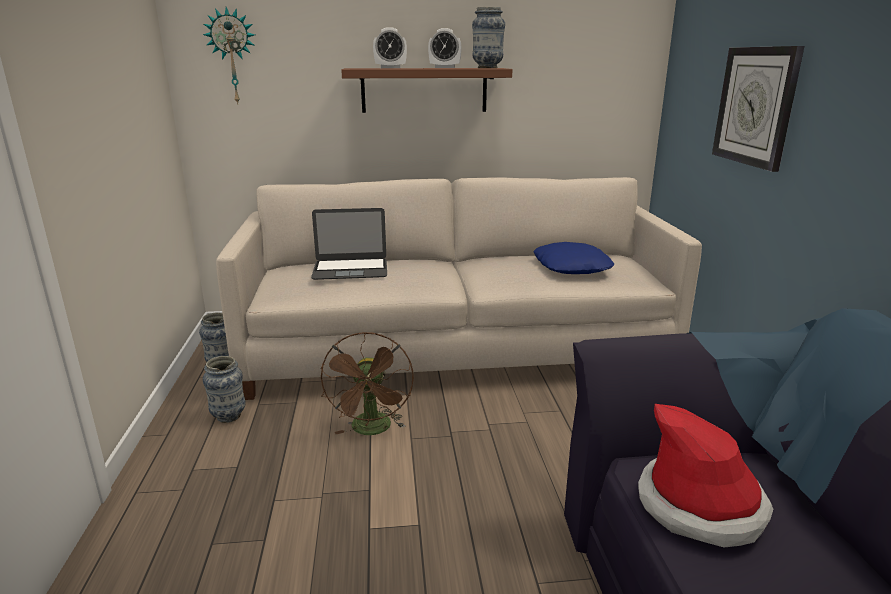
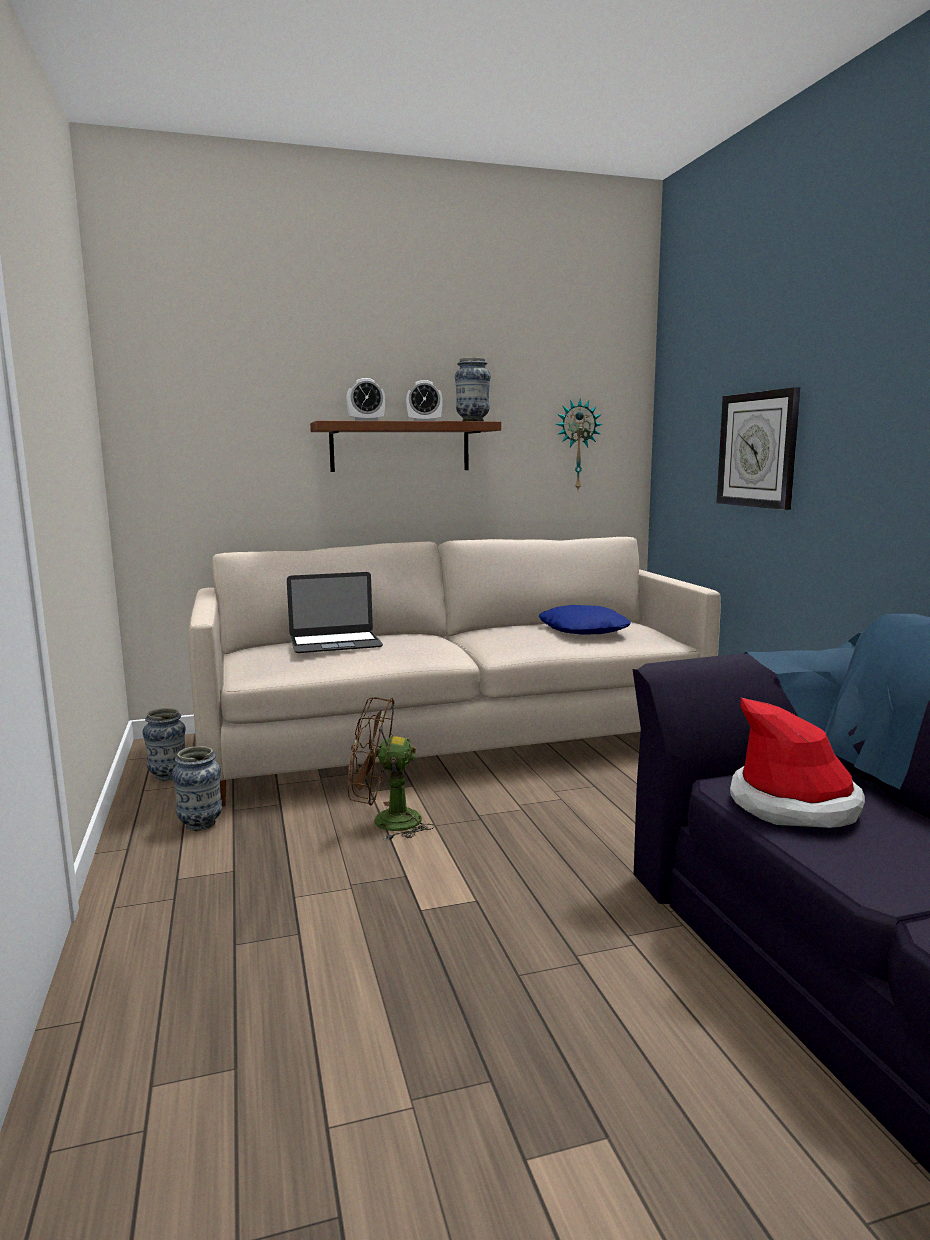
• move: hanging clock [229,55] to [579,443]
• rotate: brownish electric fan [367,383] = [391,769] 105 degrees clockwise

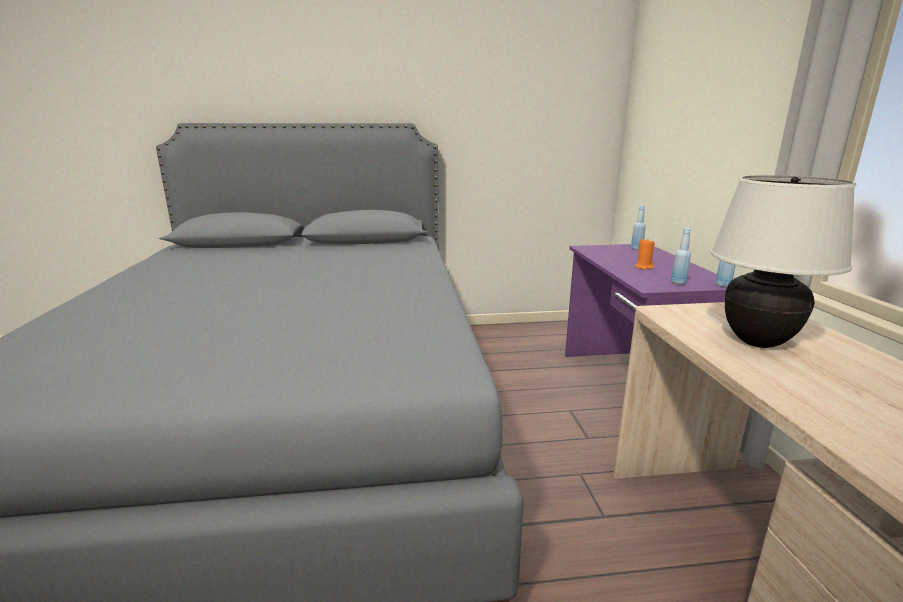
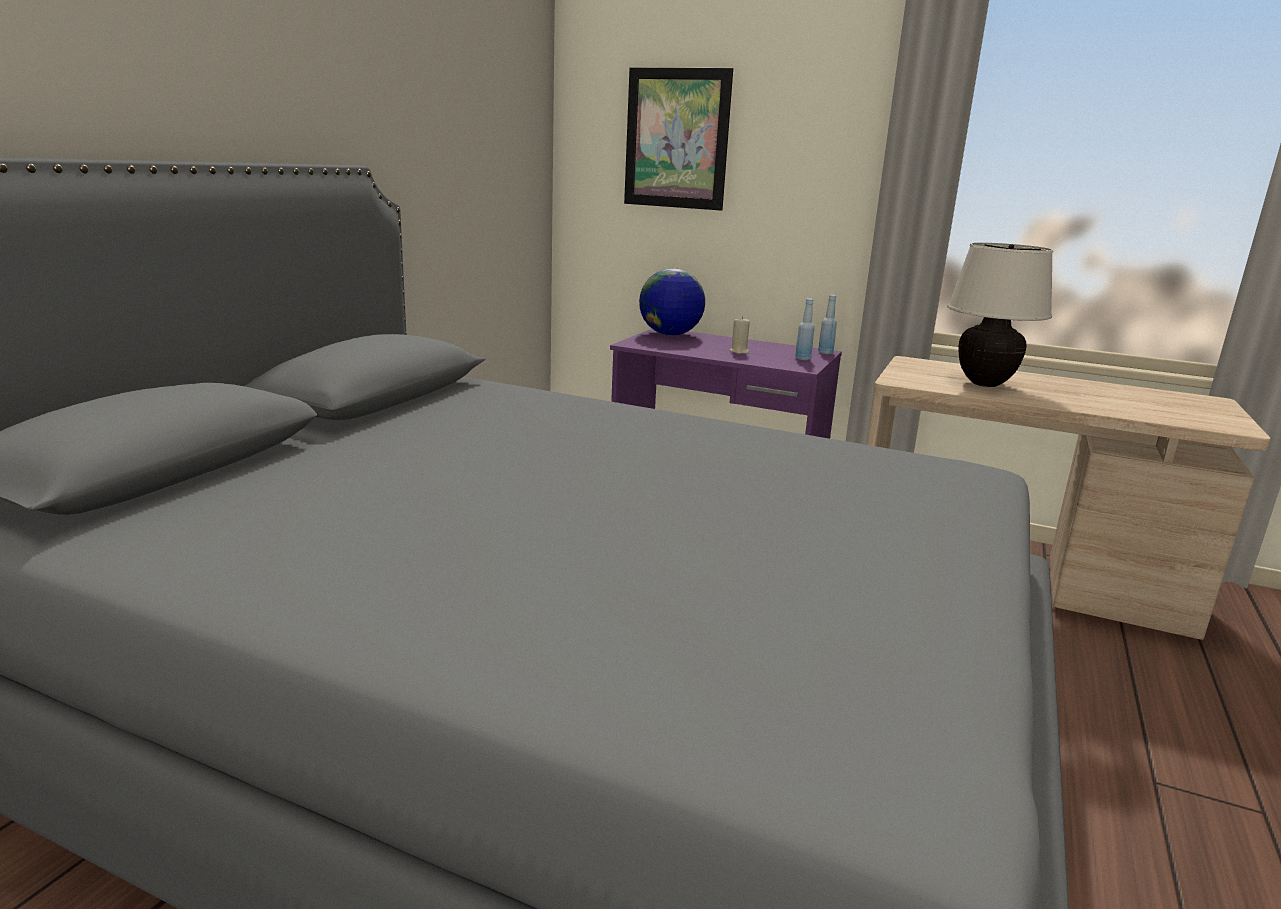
• replace: blue-coloured bottle [638,227] to desk globe [672,302]
• recolor: orangey wax candle [645,254] to beige wax candle [740,335]
• insert: wall art [678,139]

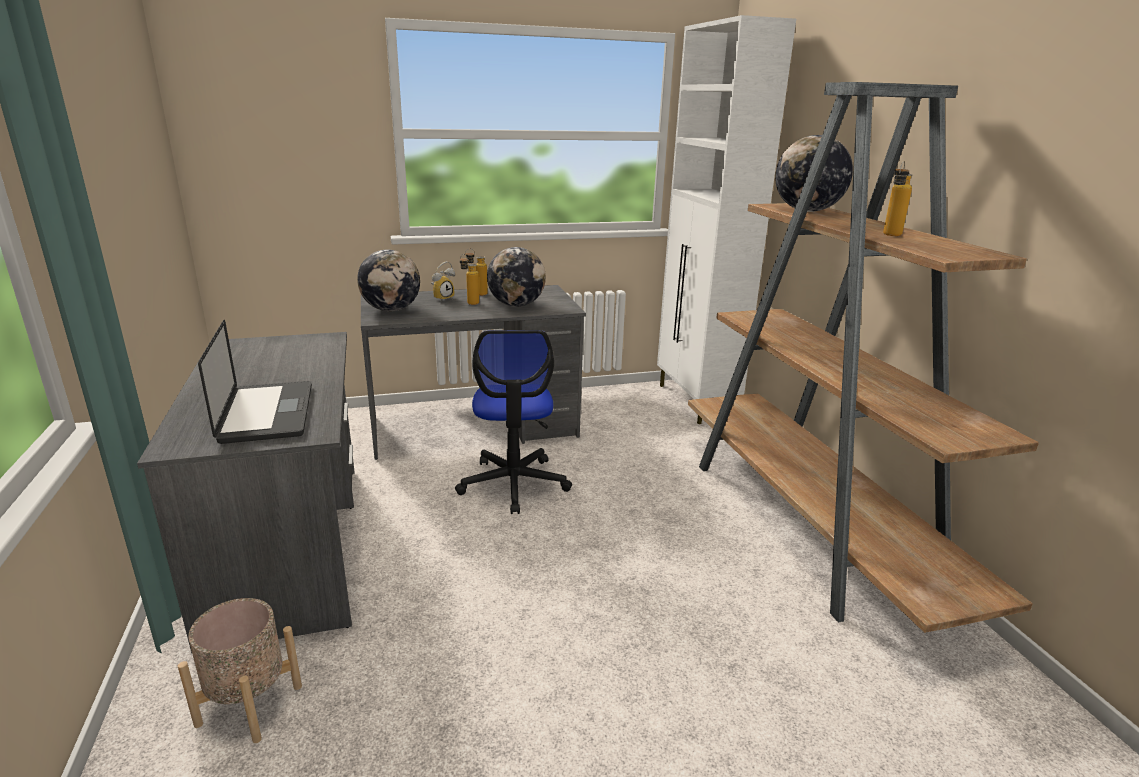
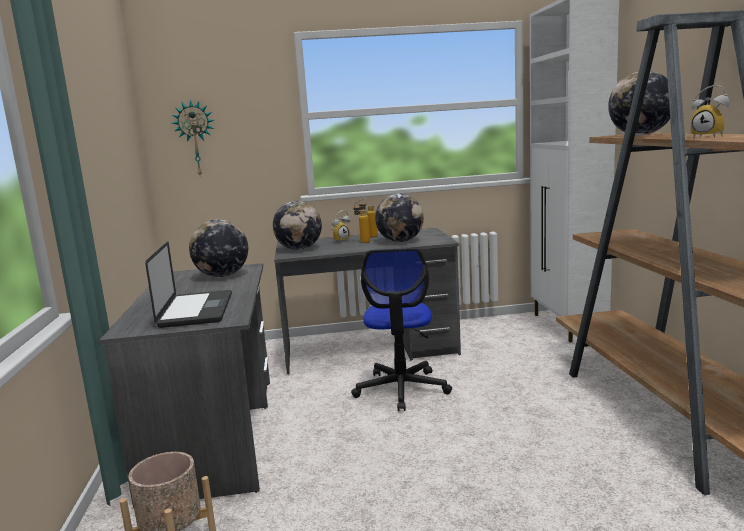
• replace: bottle [897,198] to alarm clock [710,111]
• insert: hanging clock [193,137]
• insert: desk globe [218,248]

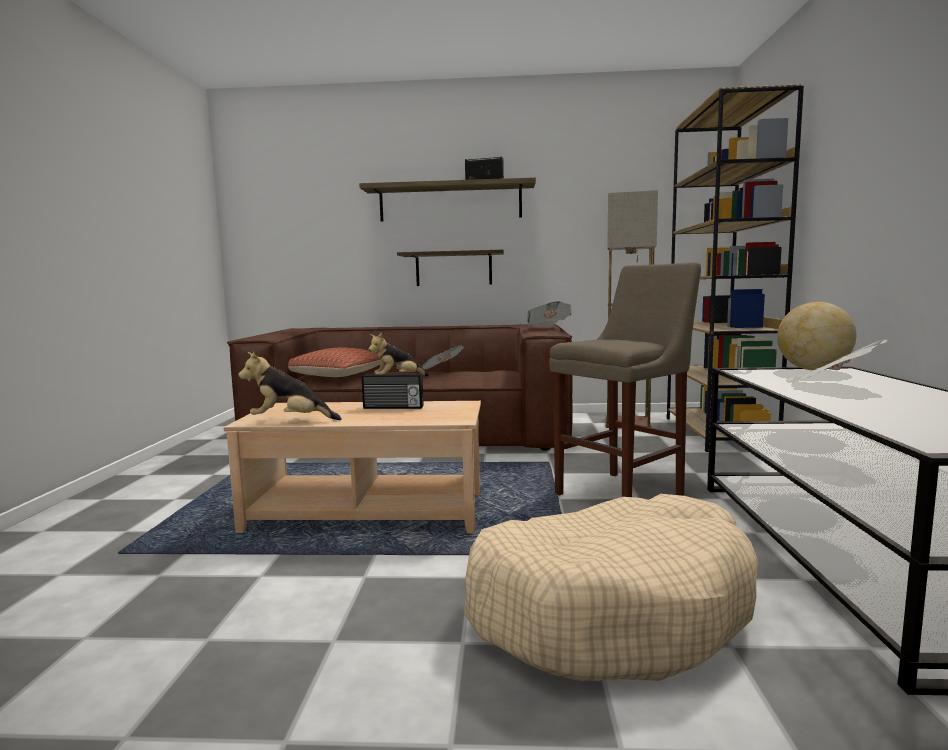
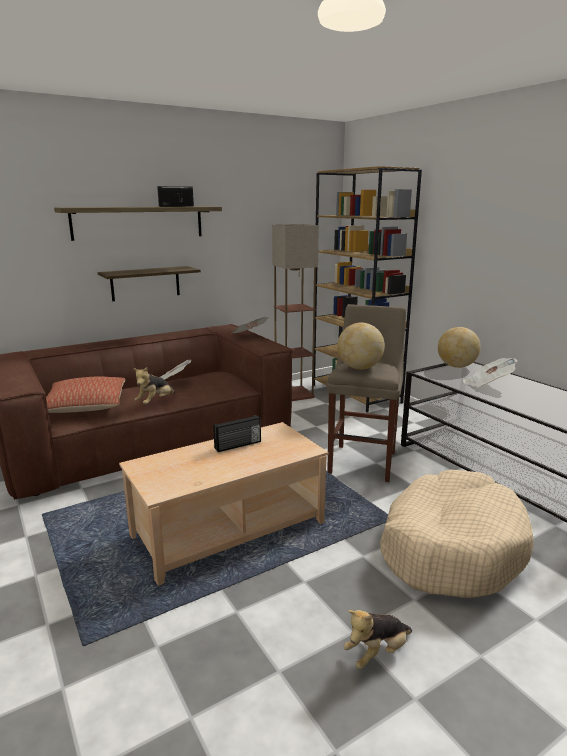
• move: plush toy [289,386] to [377,639]
• insert: desk globe [361,346]

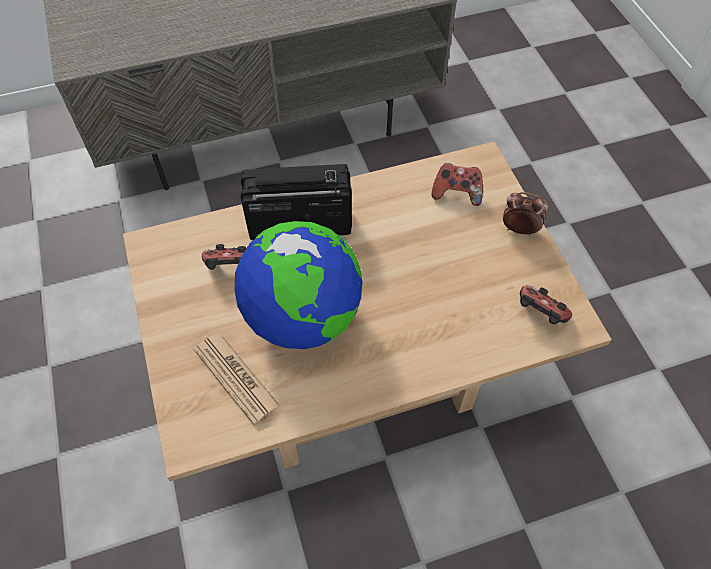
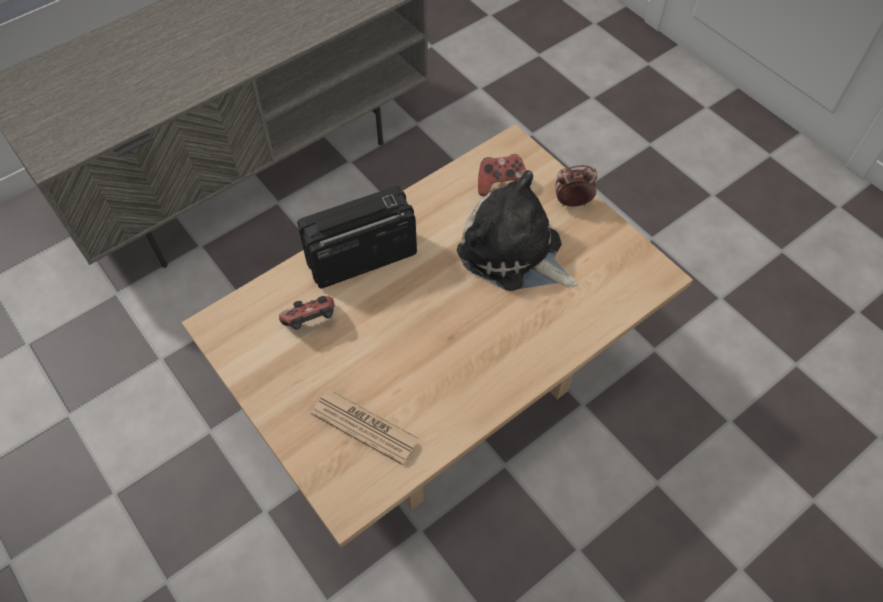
• delete: desk globe [299,285]
• delete: gamepad [546,304]
• insert: plush toy [517,230]

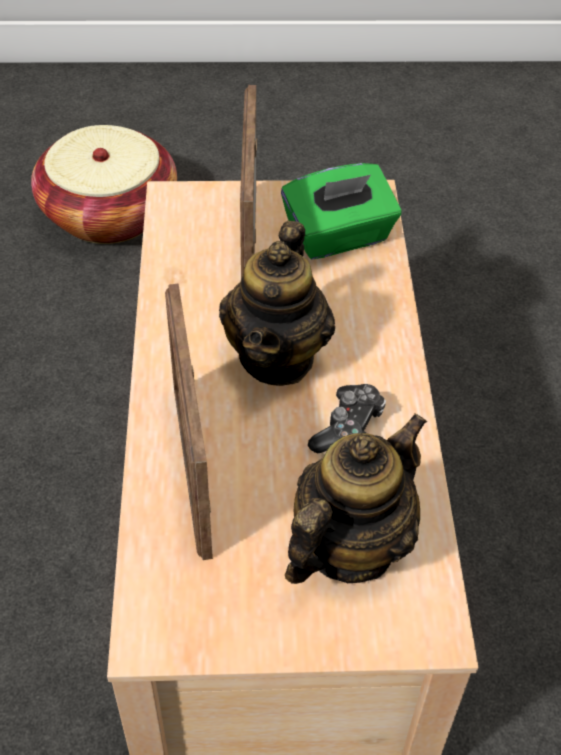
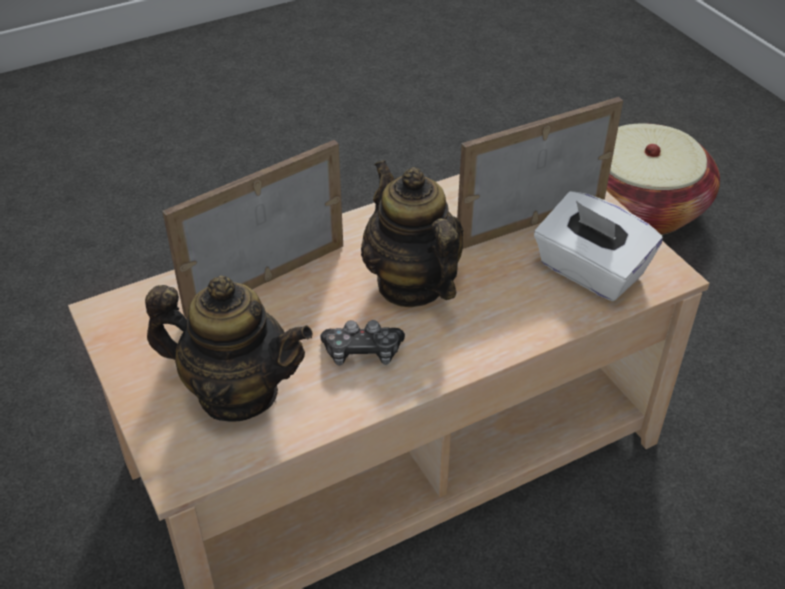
• recolor: greenish tissue box [341,211] to white-coloured tissue box [598,246]
• rotate: pot for tea [277,303] = [412,233] 75 degrees clockwise

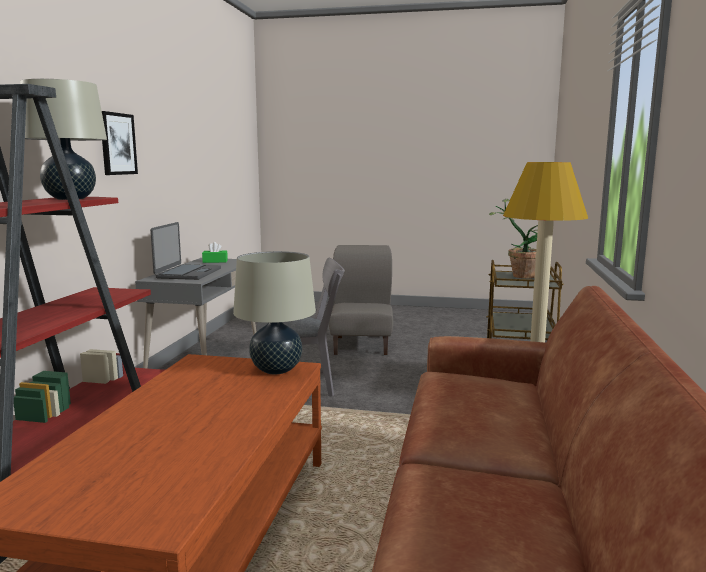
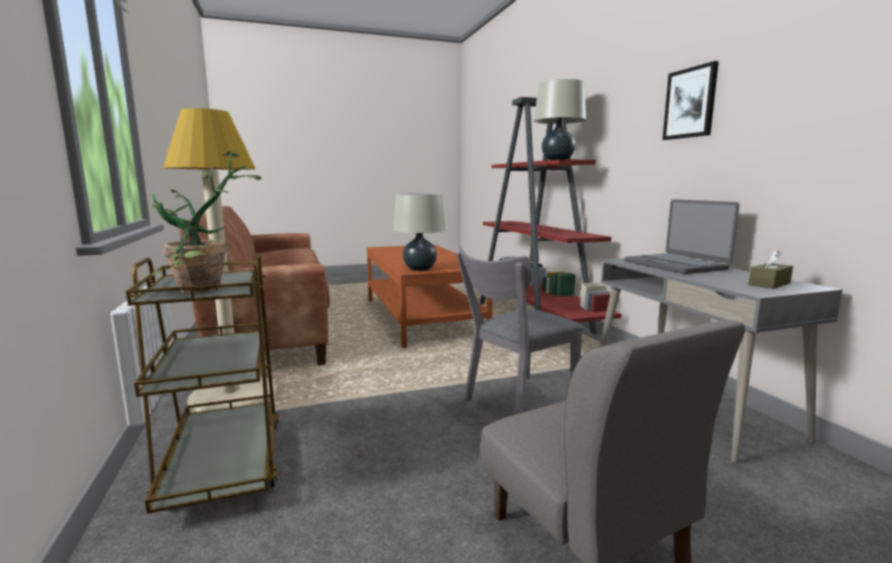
• recolor: greenish tissue box [215,252] to brownish tissue box [771,269]

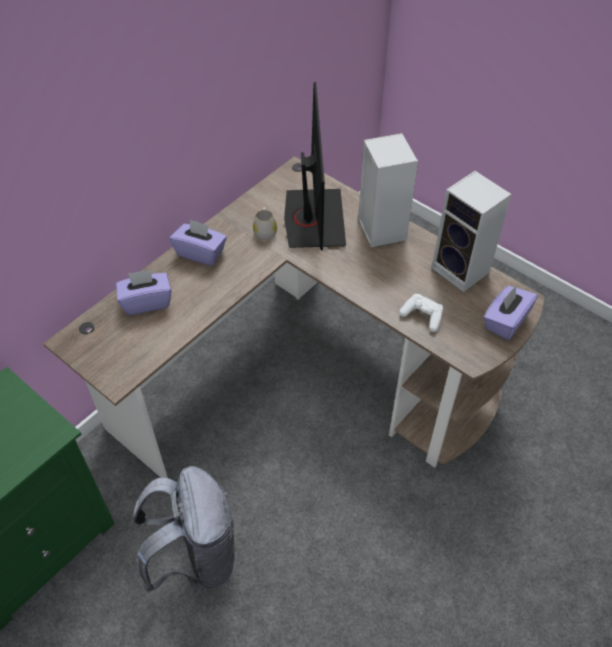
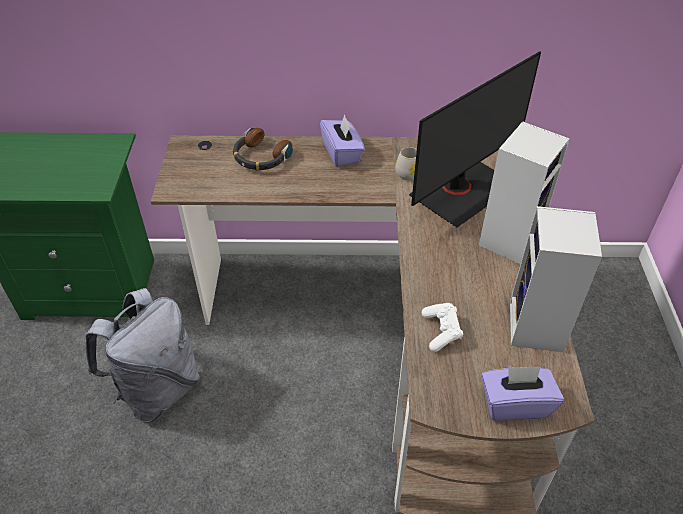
• replace: purplish tissue box [144,292] to pair of headphones [263,149]

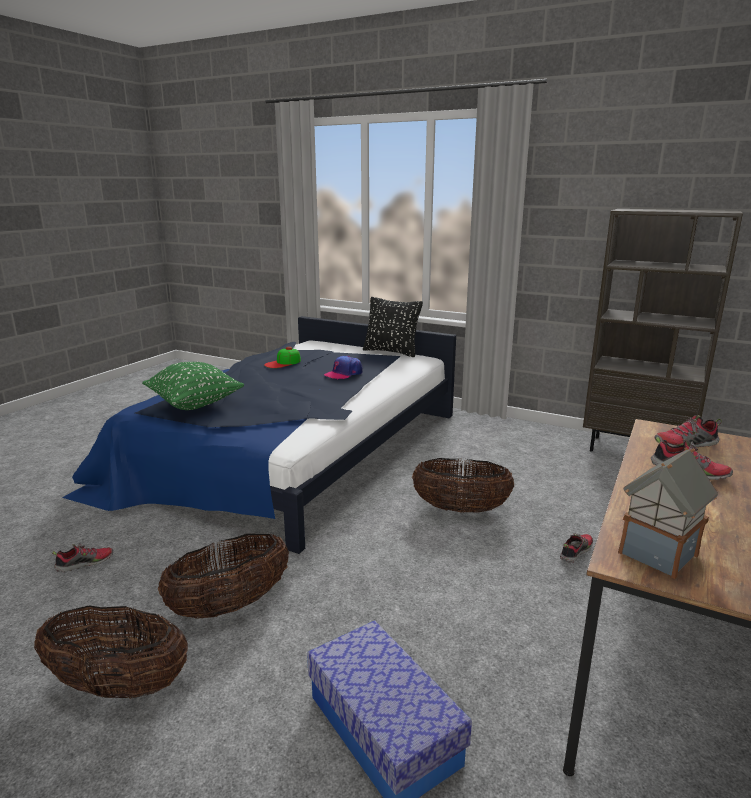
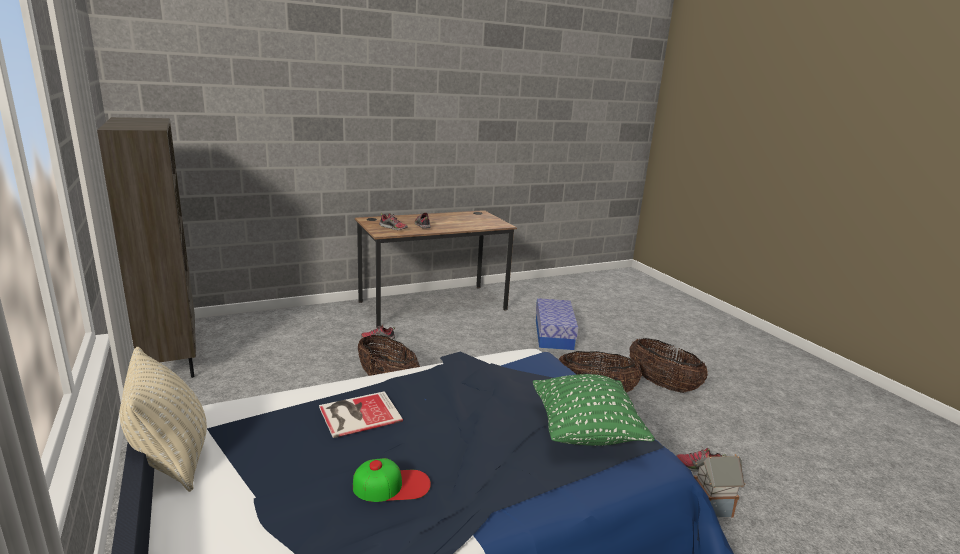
• recolor: black-coloured cushion [393,327] to beige cushion [163,419]
• replace: cap [343,368] to bound book [361,414]
• move: toy house [668,513] to [719,486]

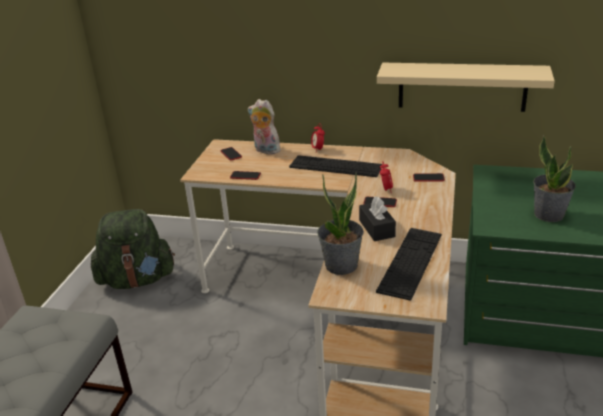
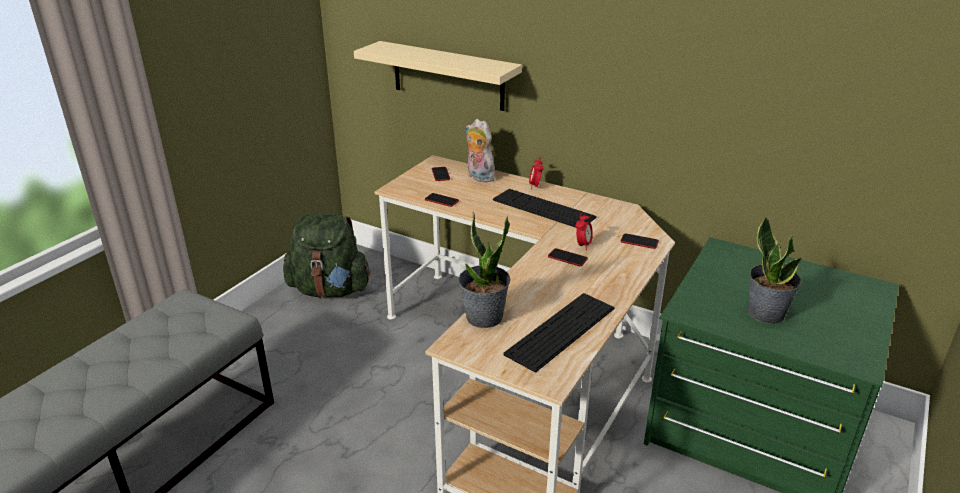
• move: beige bracket shelf [466,87] to [438,76]
• delete: black-coloured tissue box [377,218]

